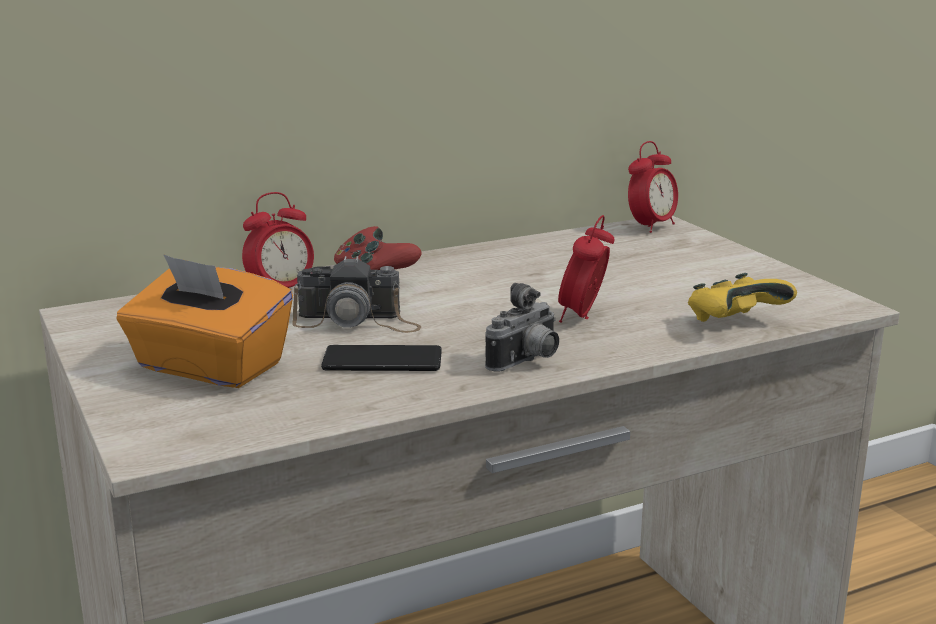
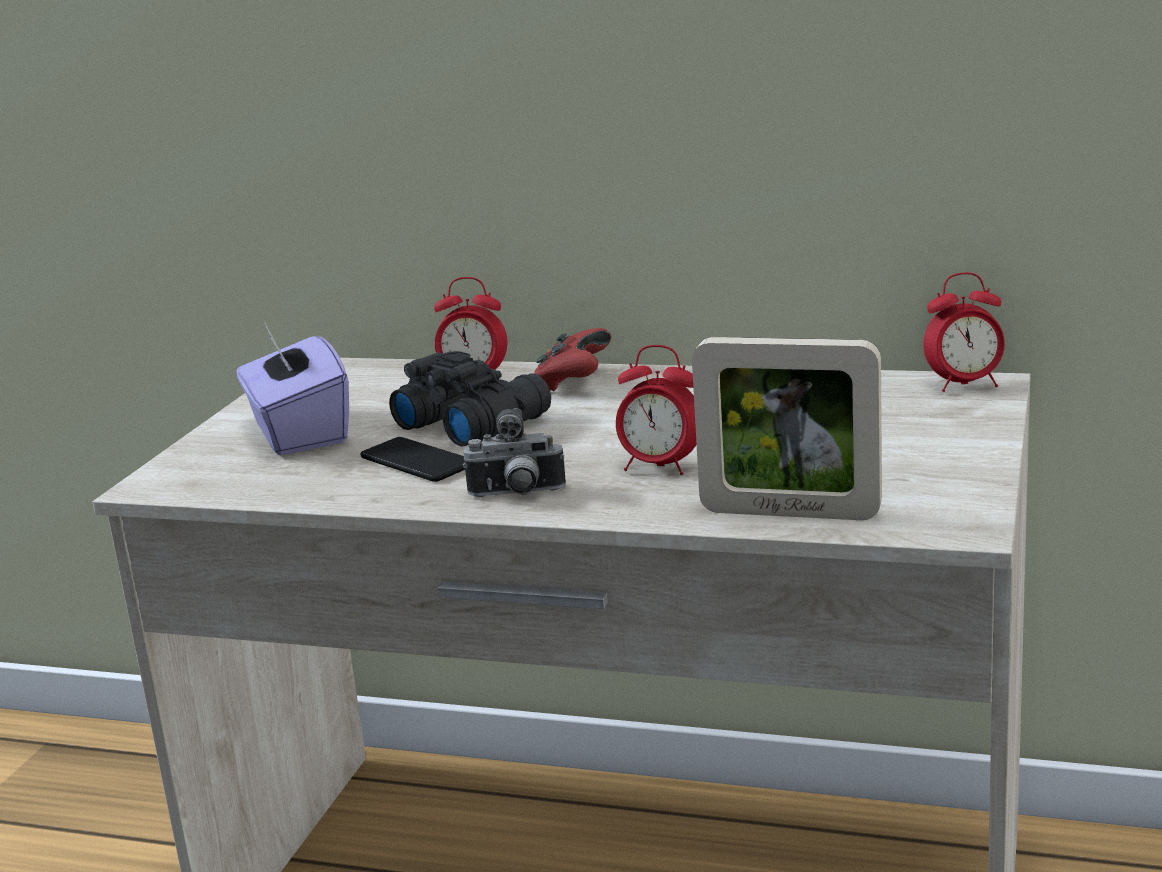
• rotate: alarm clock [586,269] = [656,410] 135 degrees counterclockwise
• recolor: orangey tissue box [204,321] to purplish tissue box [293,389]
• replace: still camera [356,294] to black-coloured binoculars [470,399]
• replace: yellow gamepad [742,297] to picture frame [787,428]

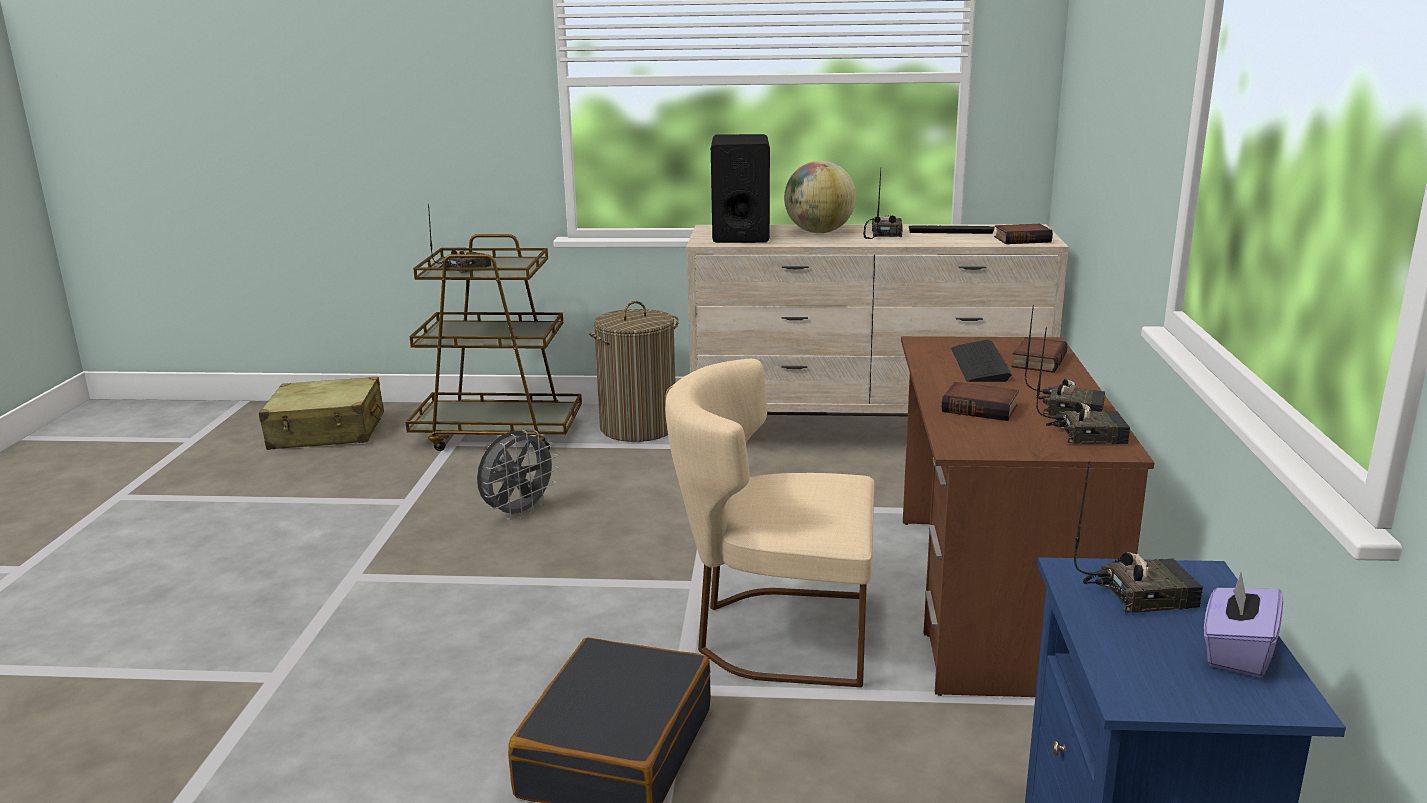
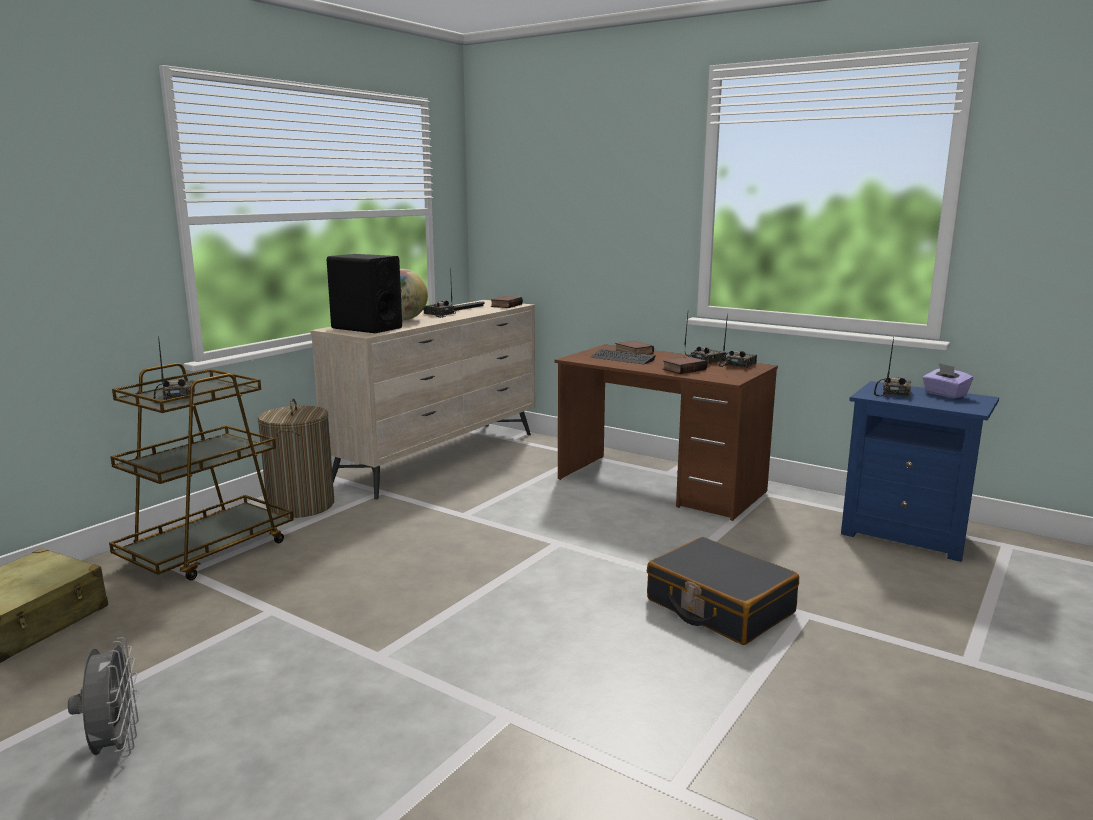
• delete: beige plain chair [769,523]
• move: gray electric fan [517,475] to [103,697]

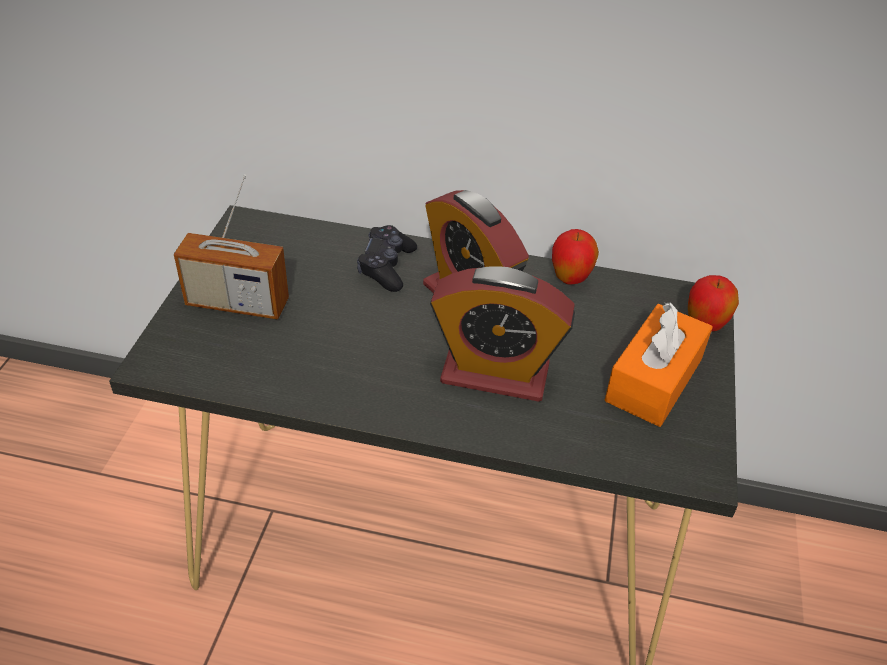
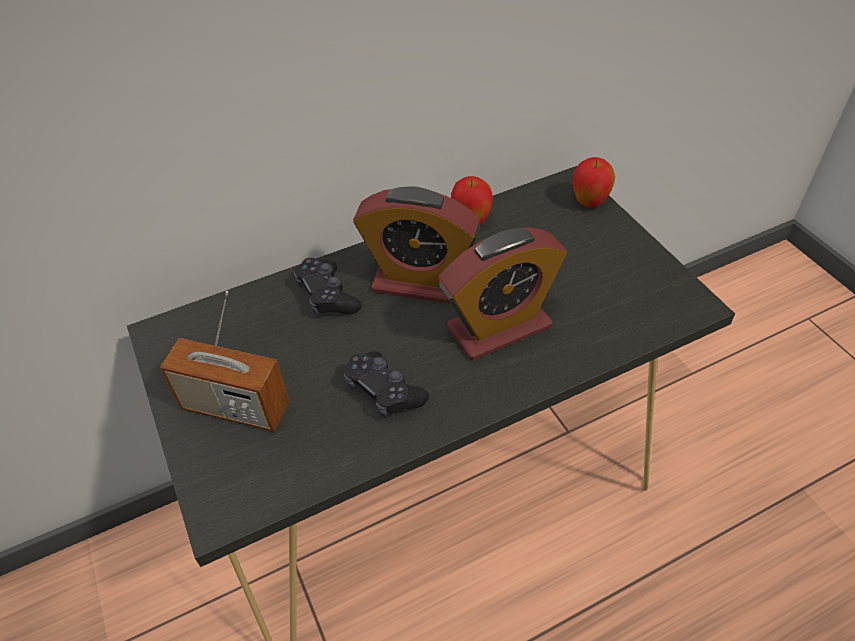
• rotate: radio receiver [231,246] = [225,361] 45 degrees clockwise
• delete: orangey tissue box [659,364]
• insert: black-coloured gamepad [386,384]

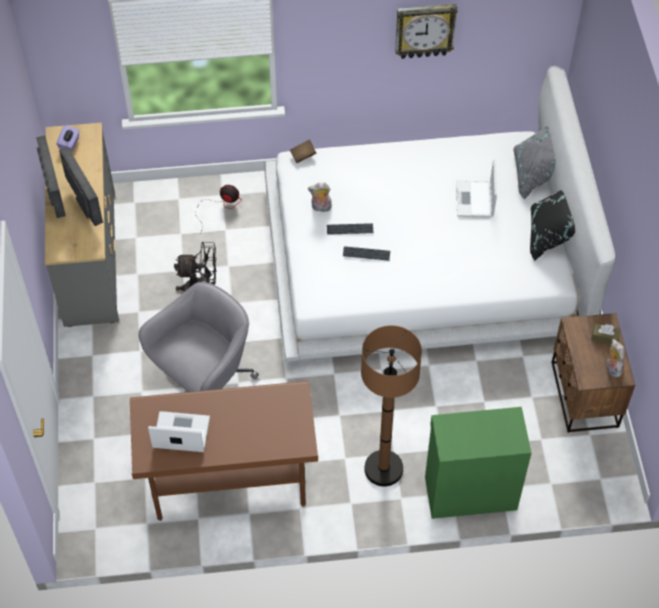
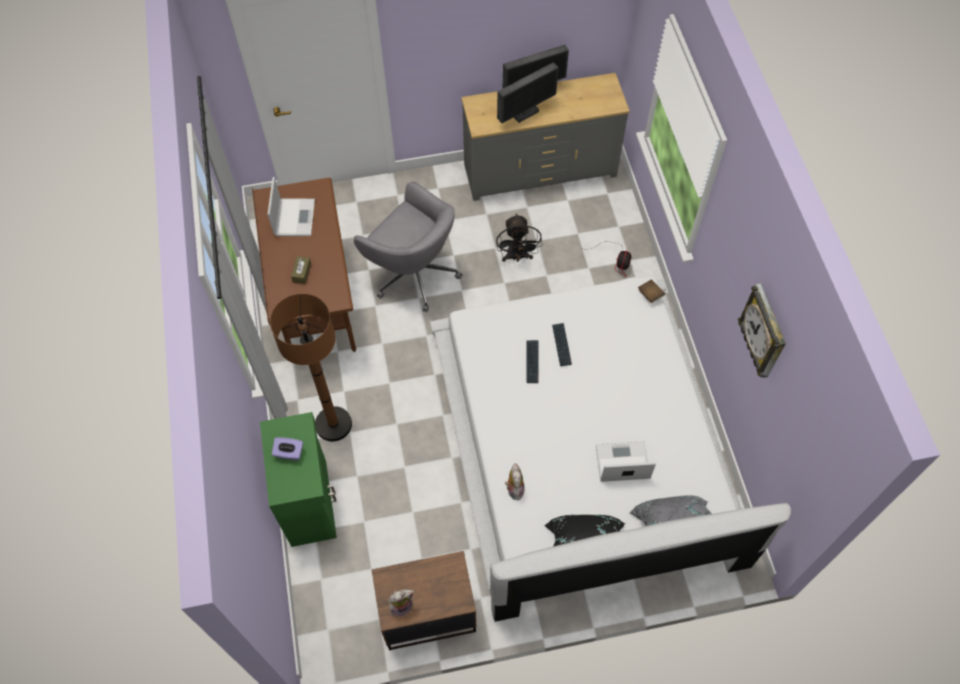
• move: purplish tissue box [68,138] to [287,448]
• move: plush toy [320,197] to [515,481]
• move: brownish tissue box [605,334] to [301,270]

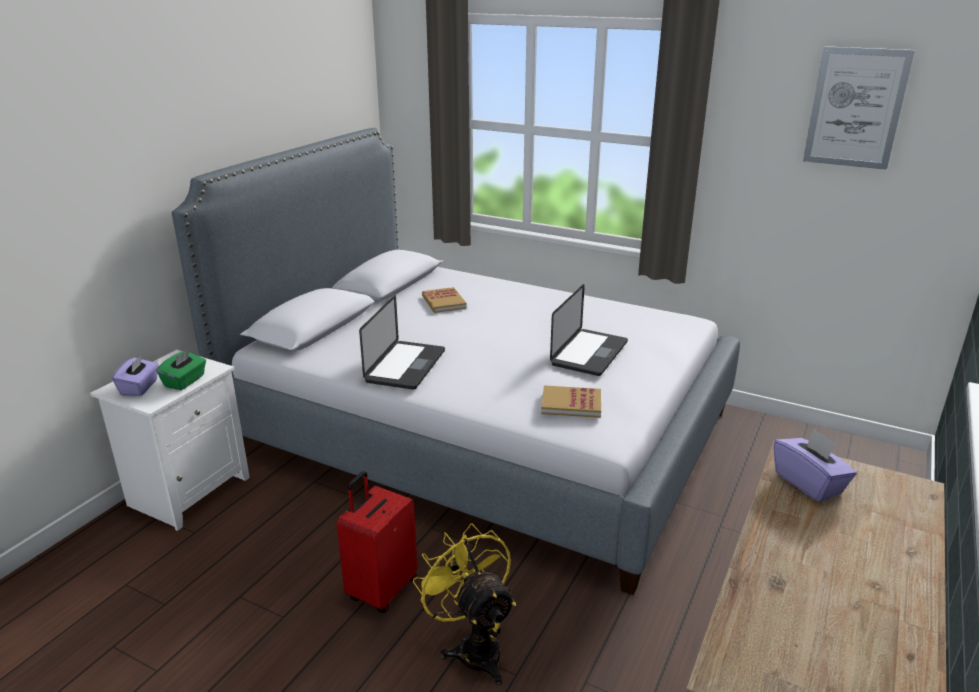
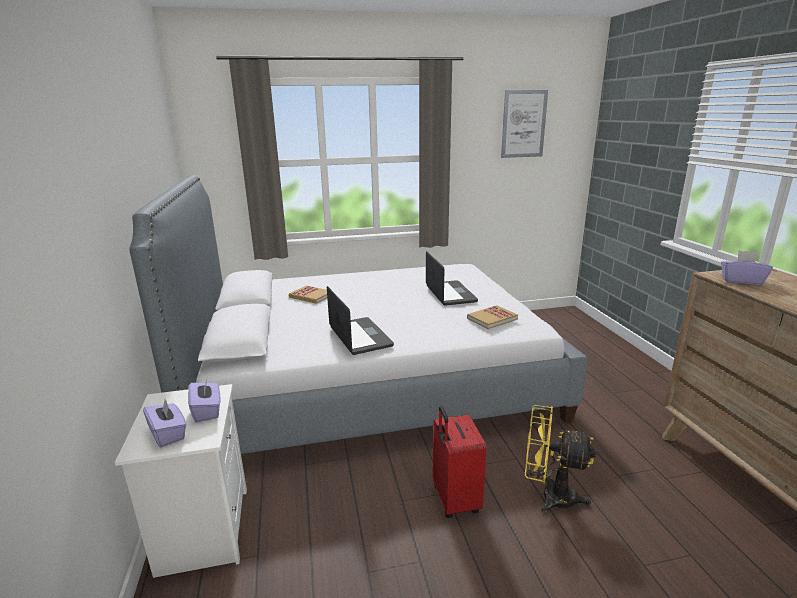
• recolor: greenish tissue box [181,369] to purplish tissue box [204,399]

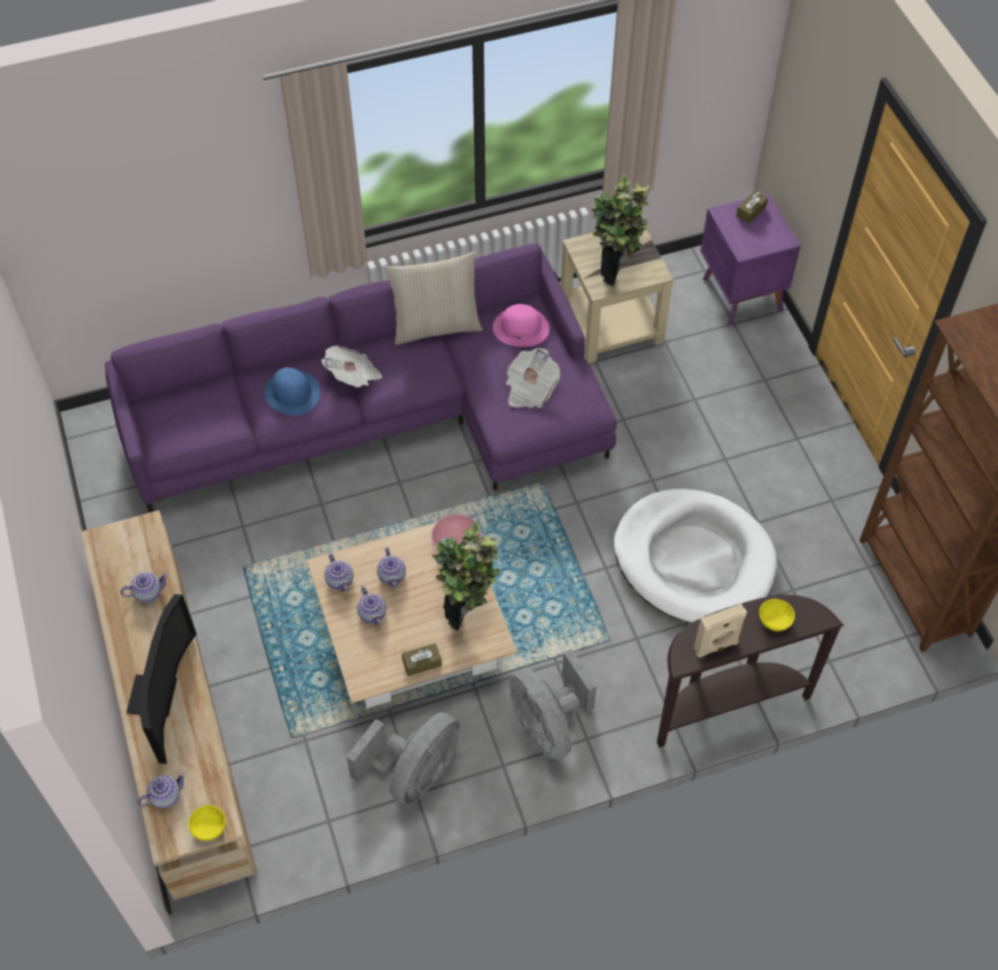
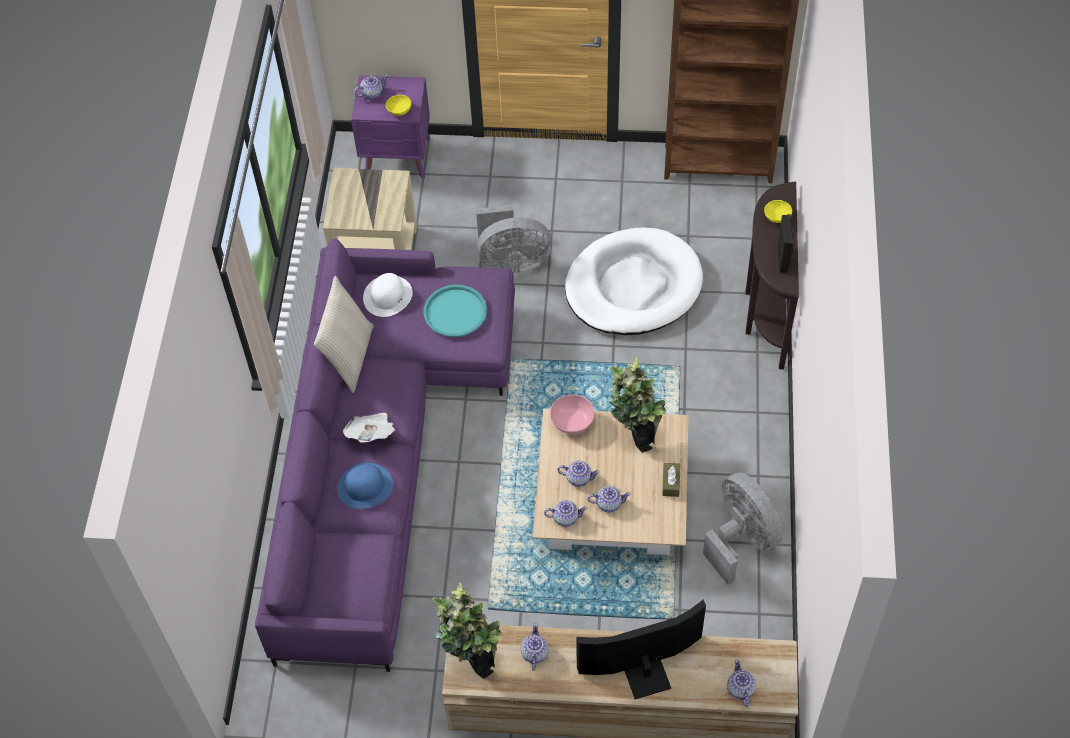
• move: plant in a pot [620,230] to [467,630]
• replace: brownish tissue box [752,207] to pot for tea [371,87]
• recolor: pink hat [521,325] to white-coloured hat [388,295]
• replace: newspaper [533,378] to turquoise-coloured carrying tray [455,311]
• rotate: TV set [161,679] = [641,649] 45 degrees counterclockwise
• recolor: beige audio speaker [720,630] to black-coloured audio speaker [786,243]
• move: gray electric fan [553,705] to [514,239]
• move: yellow bowl [207,823] to [398,105]

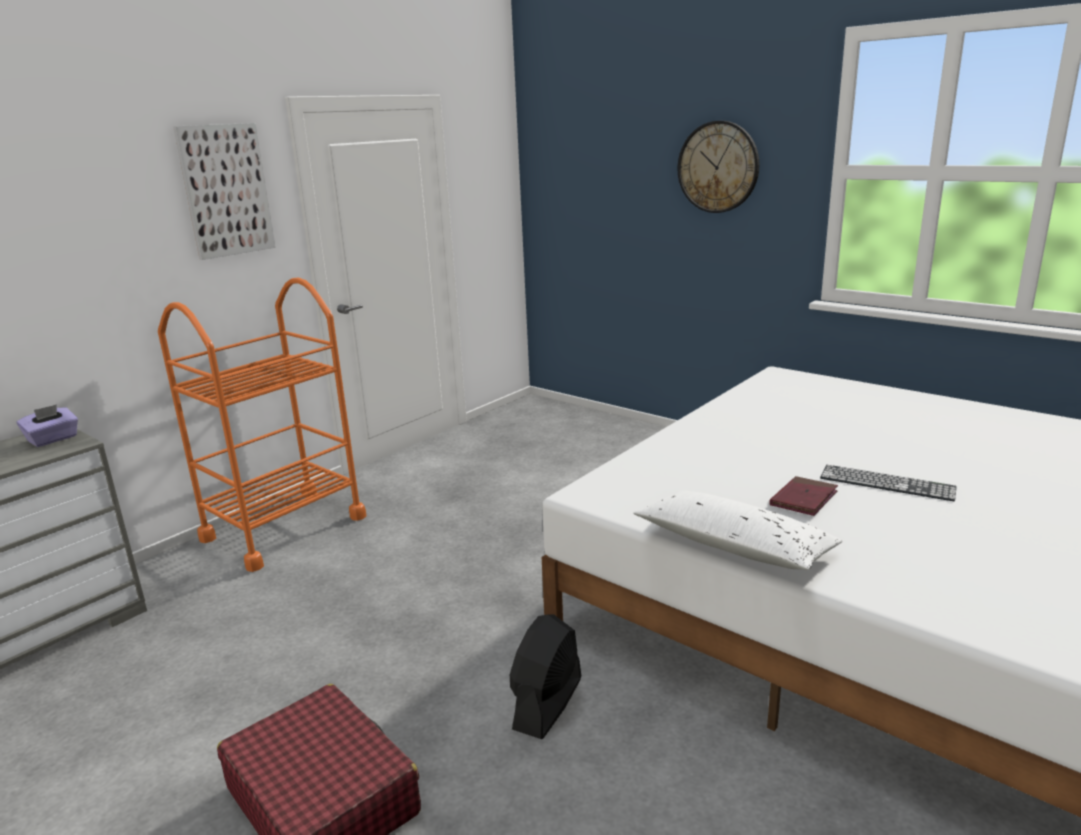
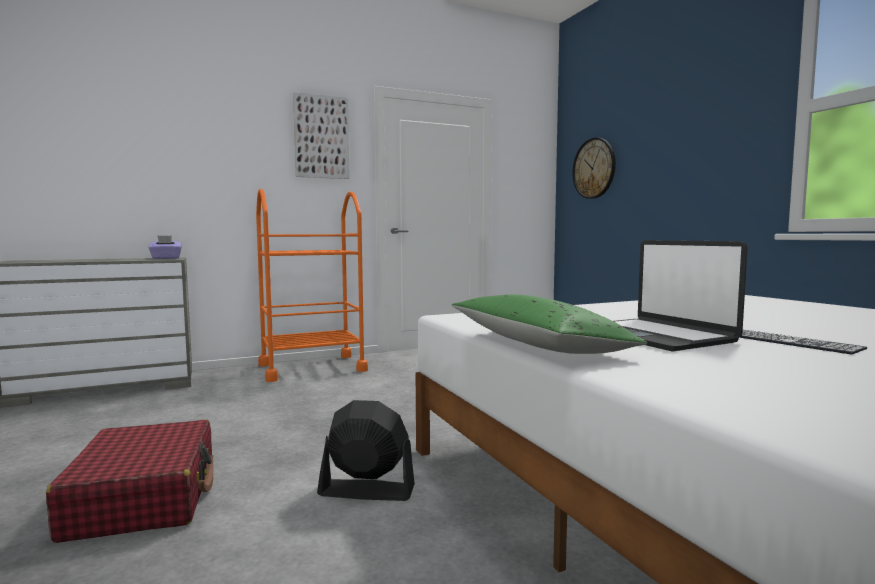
• move: hanging clock [719,167] to [594,168]
• replace: red-coloured bound book [803,496] to portable computer [681,296]
• recolor: white-coloured cushion [737,530] to greenish cushion [549,324]
• rotate: black-coloured electric fan [545,676] = [366,450] 45 degrees clockwise

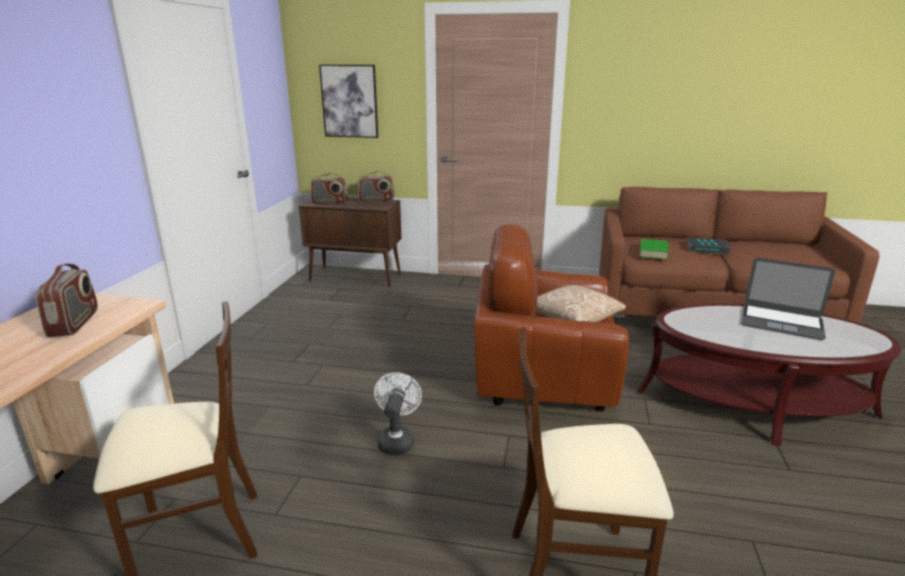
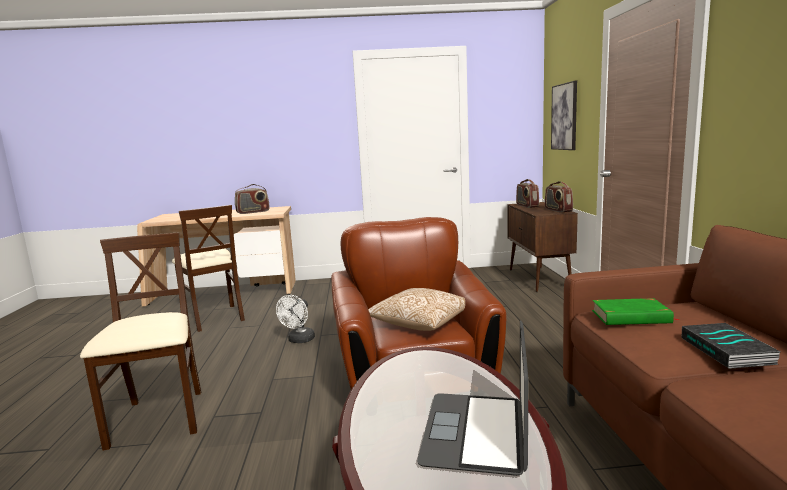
• rotate: white-coloured electric fan [398,413] = [295,319] 120 degrees clockwise

